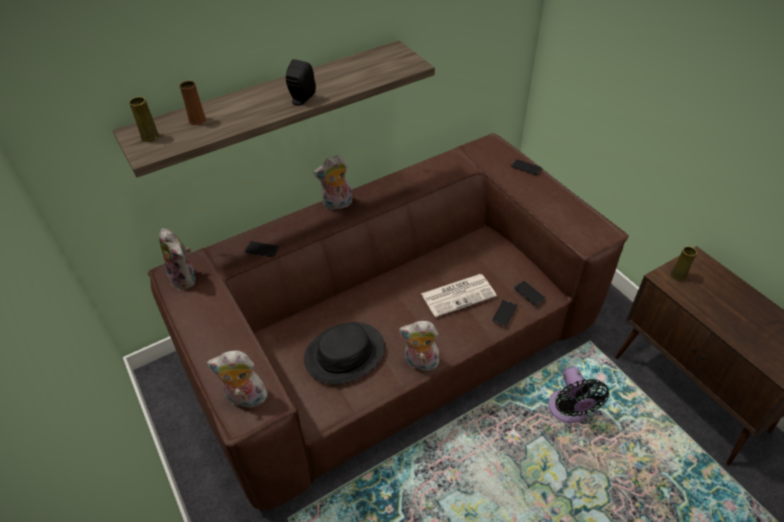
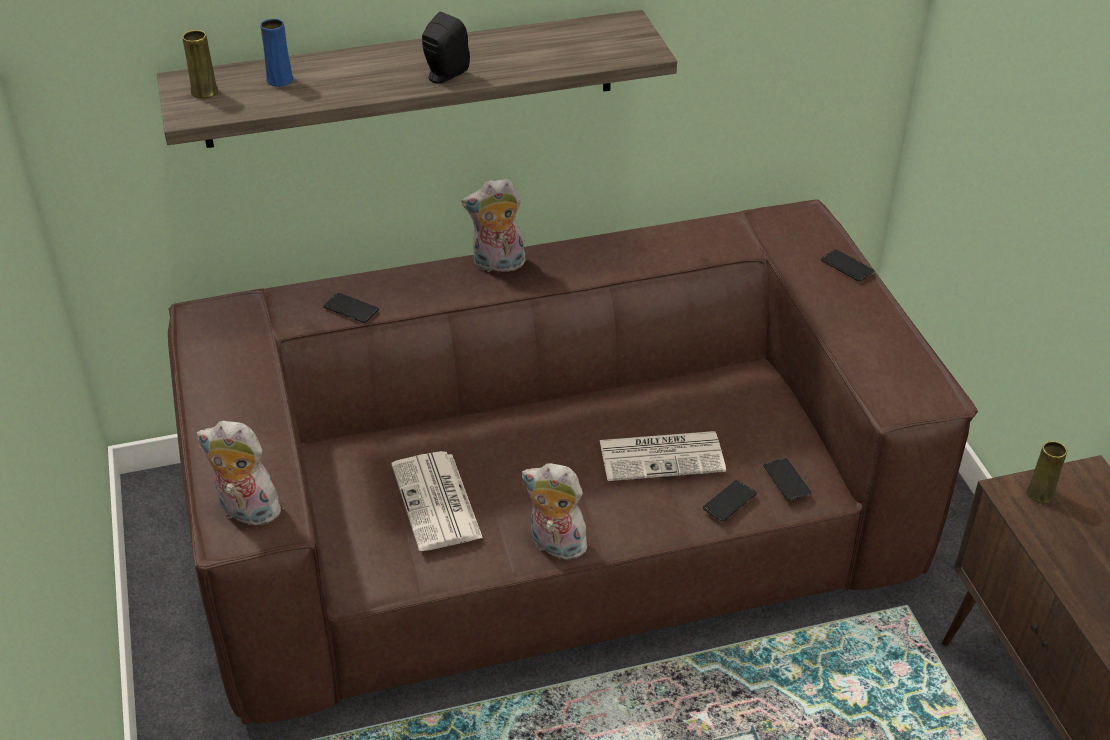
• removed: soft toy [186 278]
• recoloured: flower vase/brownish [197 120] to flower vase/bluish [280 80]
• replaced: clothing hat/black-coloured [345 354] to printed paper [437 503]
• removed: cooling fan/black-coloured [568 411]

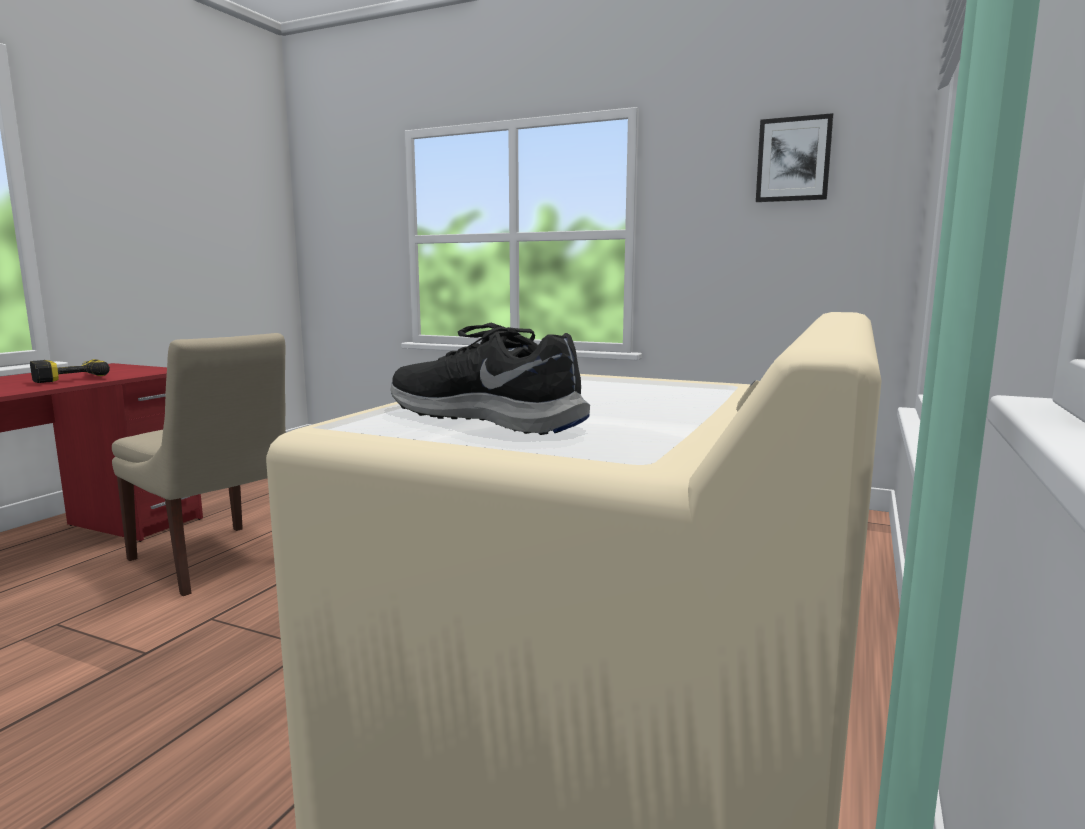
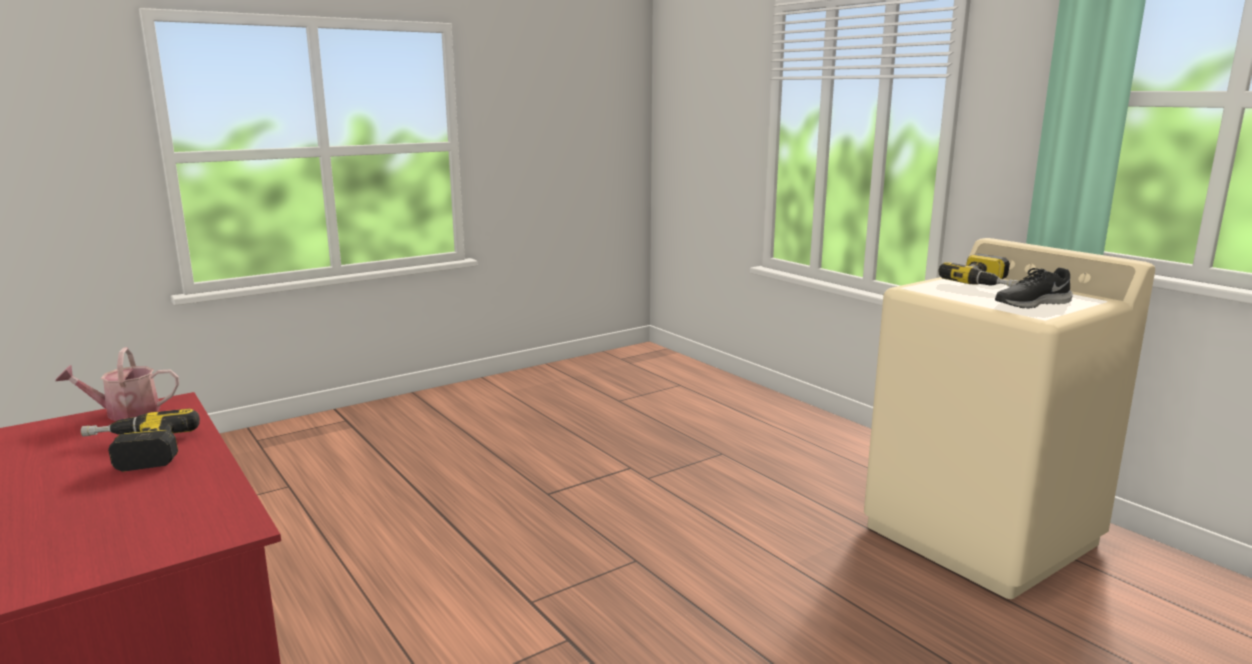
• removed: plain chair/beige [217 560]
• removed: picture [793 159]
• added: watering can [125 413]
• added: power drill [988 284]

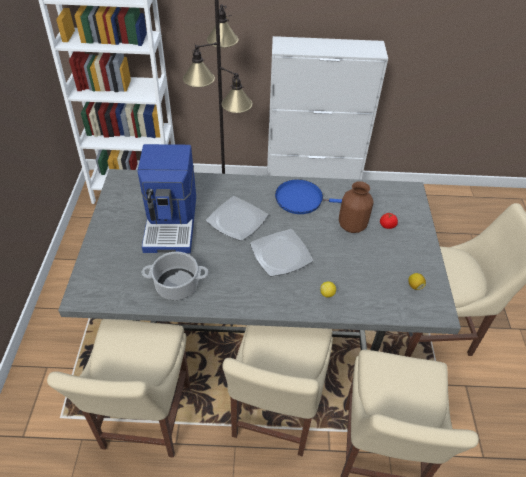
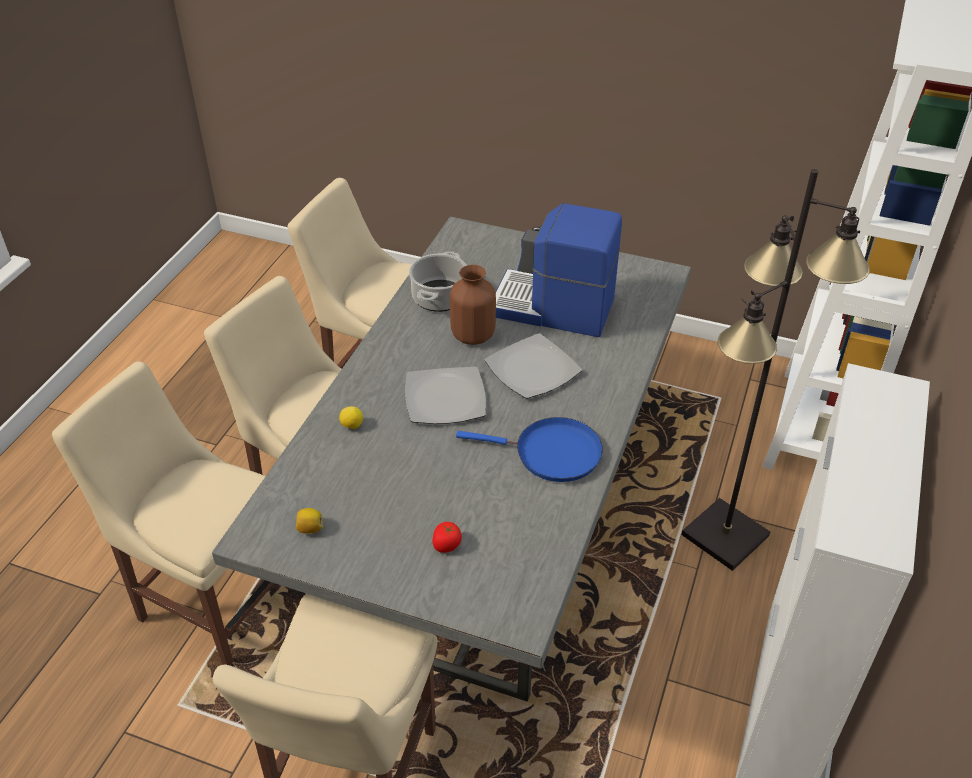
• turned: skillet/bluish [302 199] = [552 453] 75 degrees clockwise
• moved: flower vase/brownish [352 225] to [474 336]

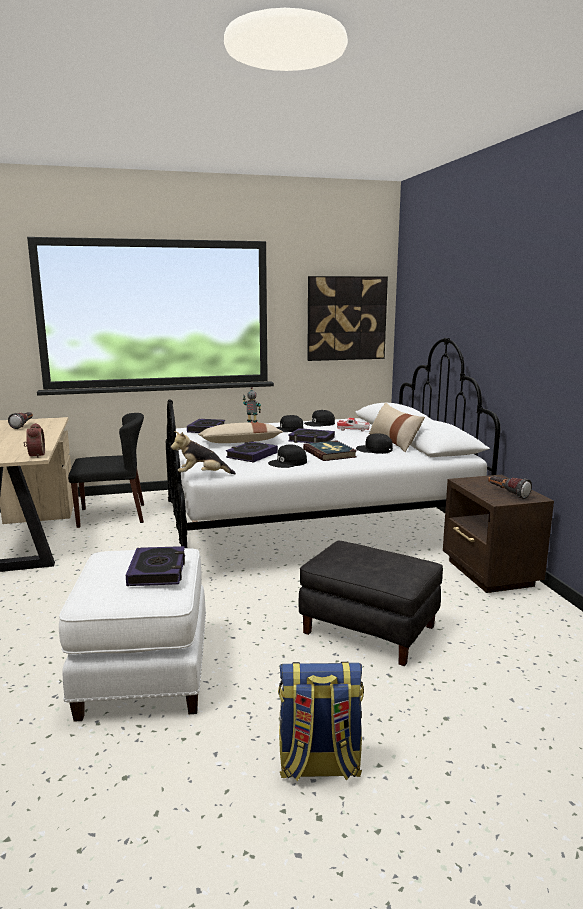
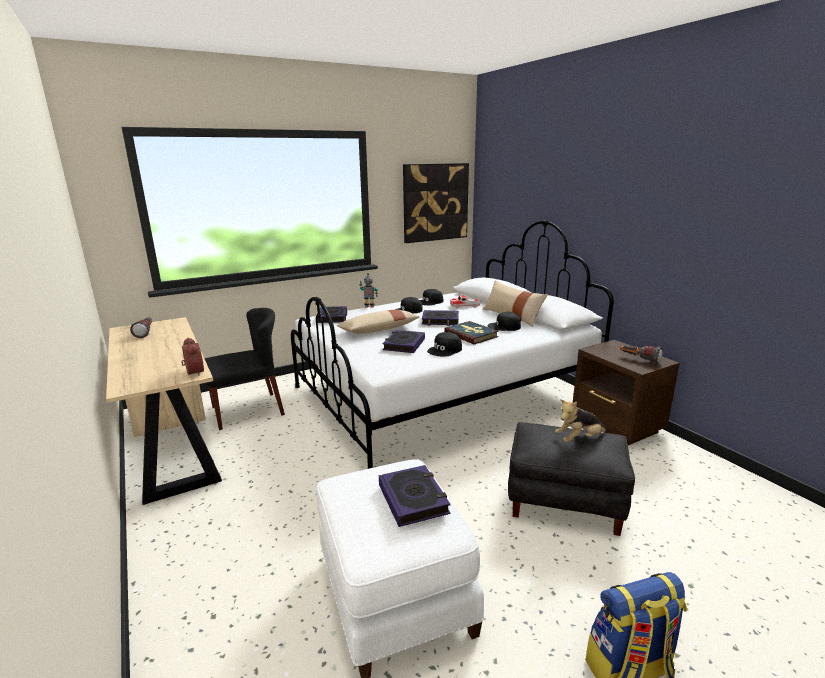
• moved: soft toy [202 475] to [579 439]

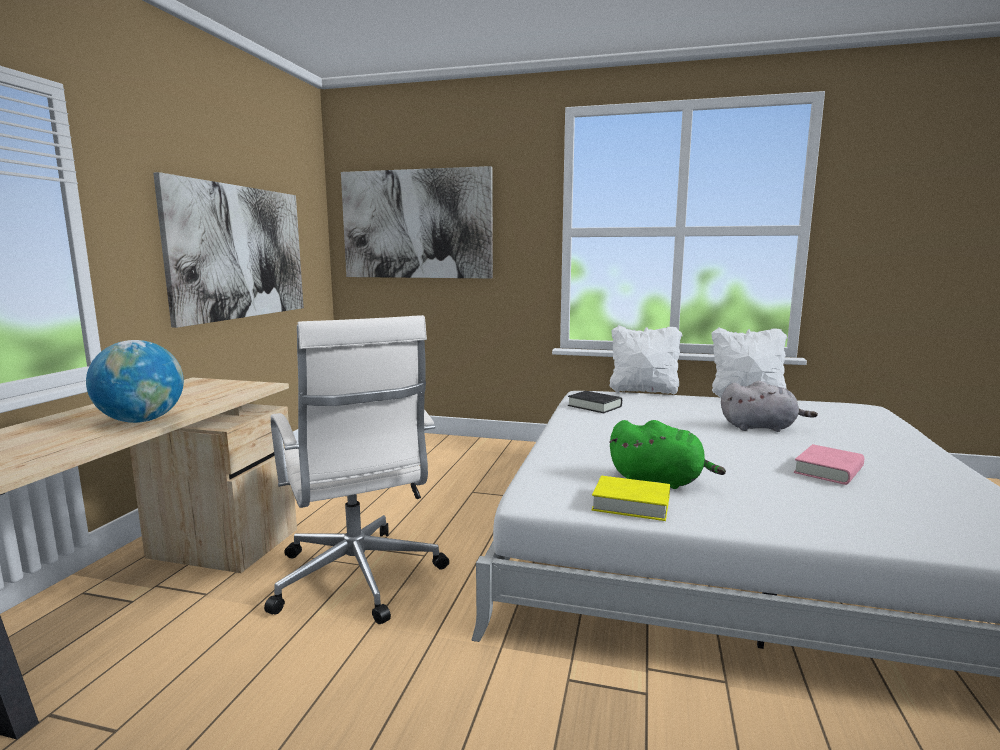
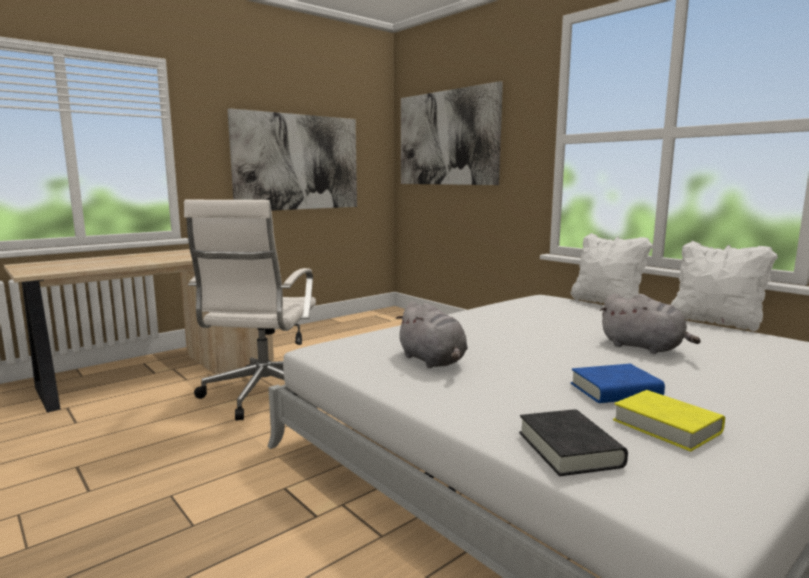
• removed: globe [141 420]
• moved: volume/black-coloured [594 406] to [569 449]
• moved: volume/yellow-coloured [631 504] to [666 426]
• recoloured: soft toy/green [660 480] to soft toy/grey [433 361]
• recoloured: volume/pink [828 470] to volume/bluish [615 390]

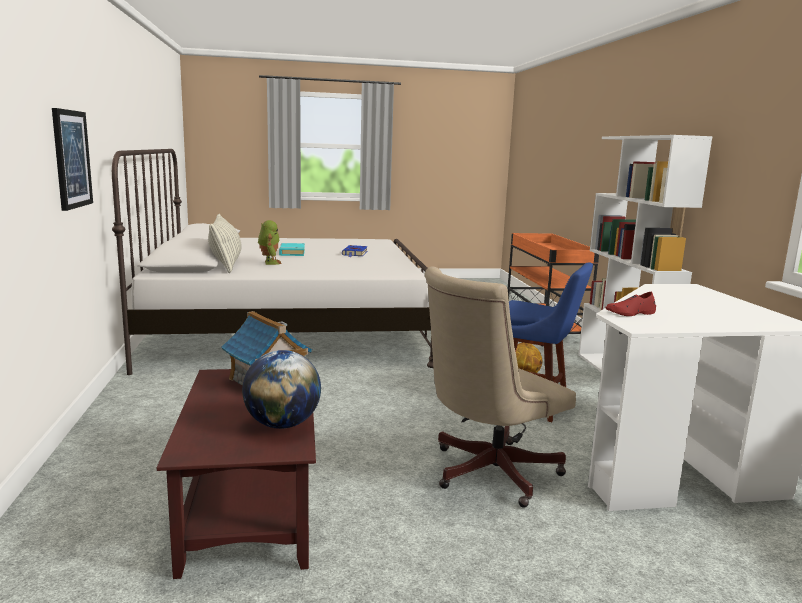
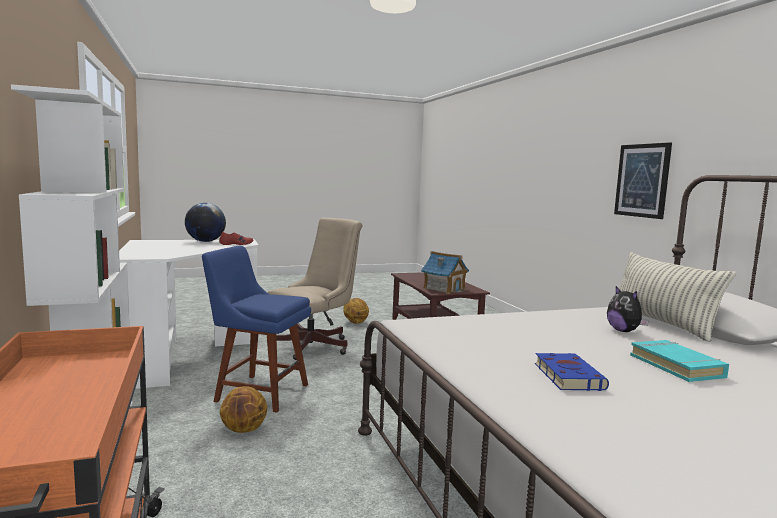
• moved: globe [282 424] to [205 241]
• replaced: model robot [269 263] to soft toy [624 331]
• added: basketball ball [355 322]

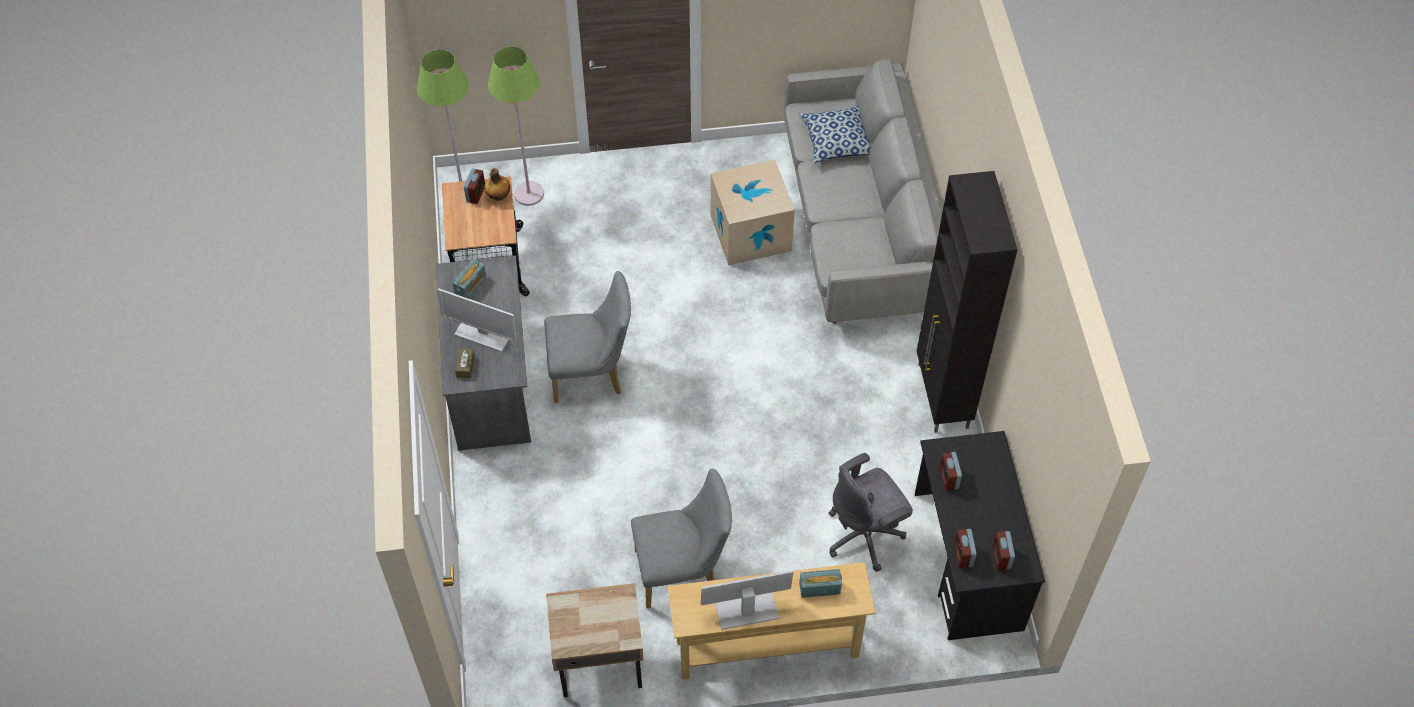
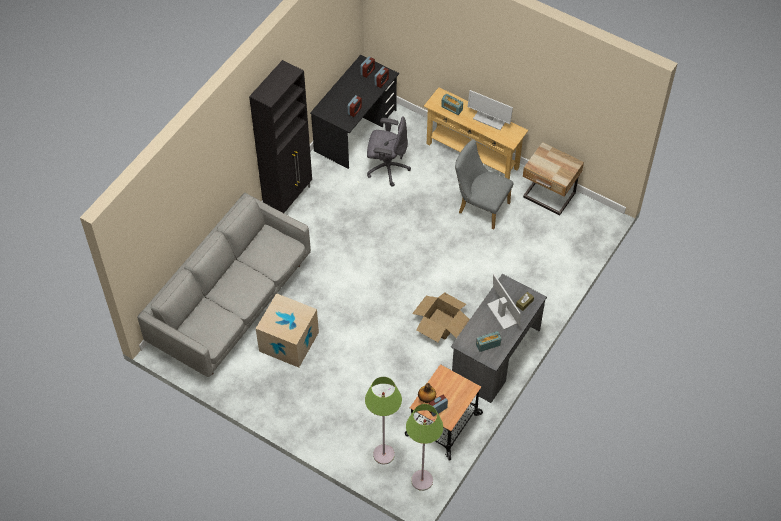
• replaced: plain chair/grey [592 373] to cardboard box [441 323]
• removed: pillow [838 142]

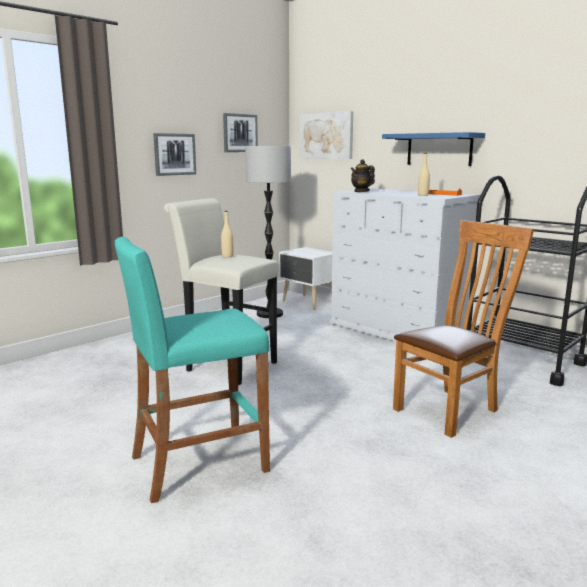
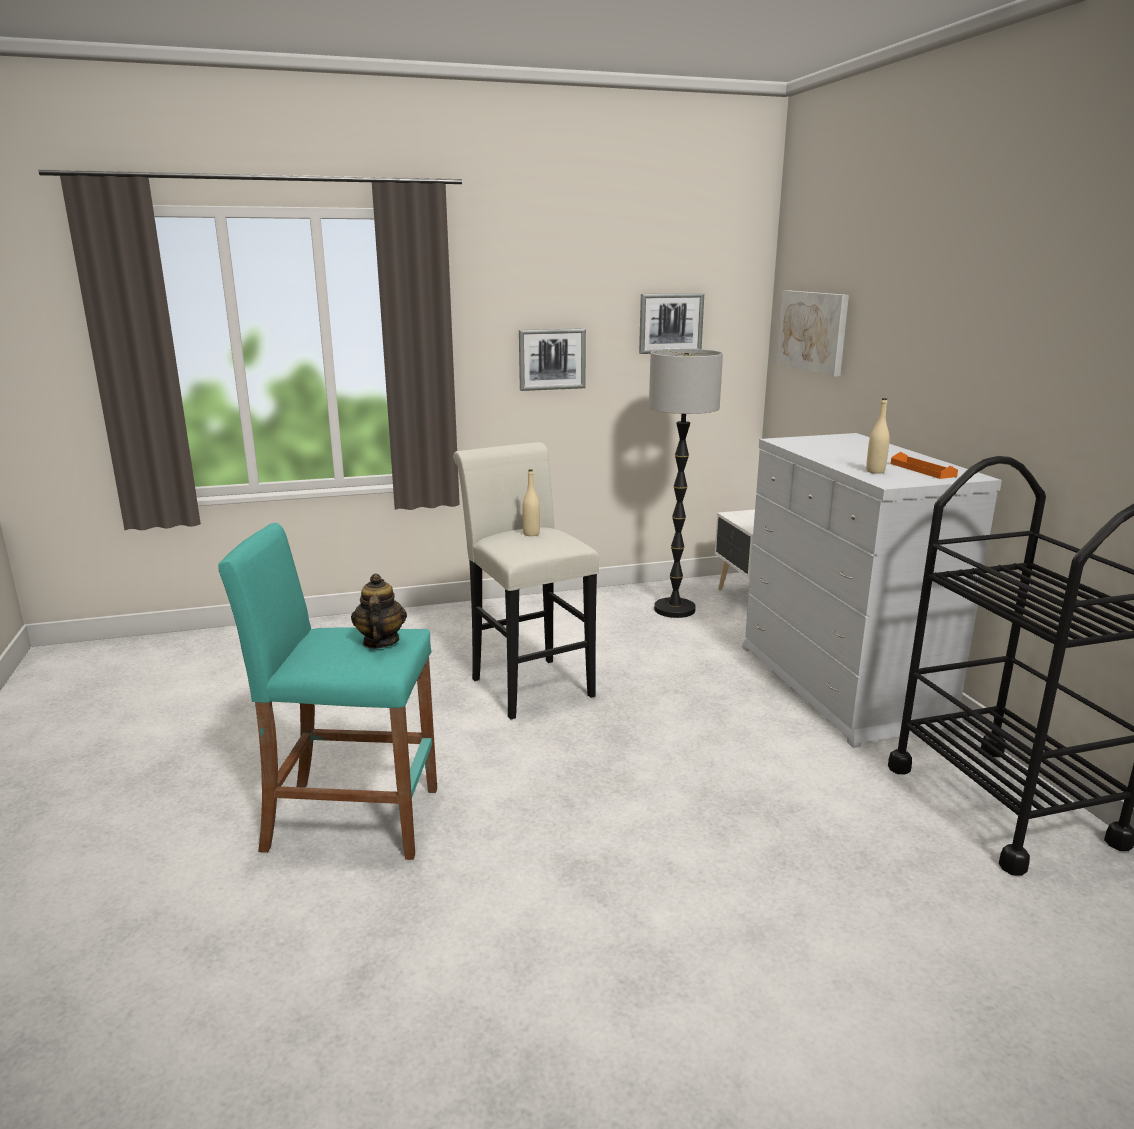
• moved: pot for tea [361 191] to [380 642]
• removed: bracket shelf/bluish [439 149]
• removed: plain chair/brownish [451 409]

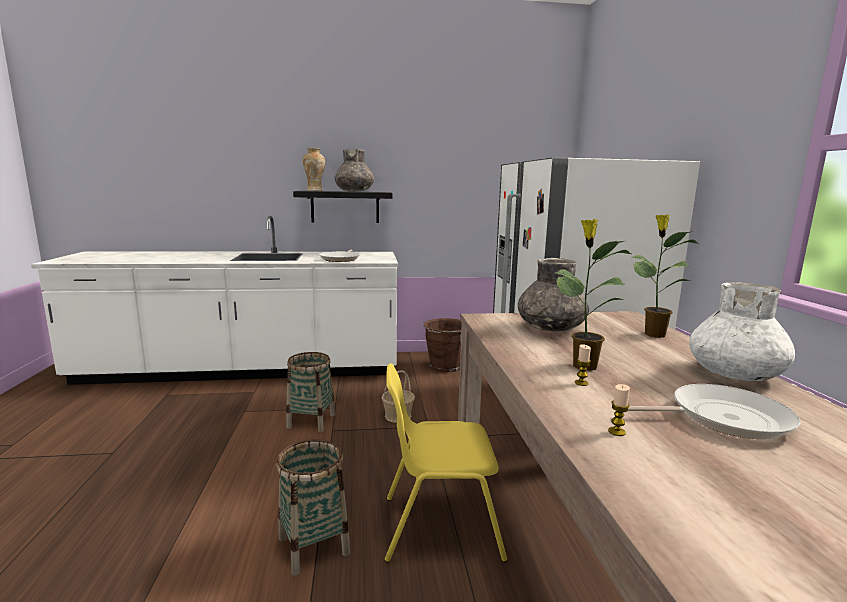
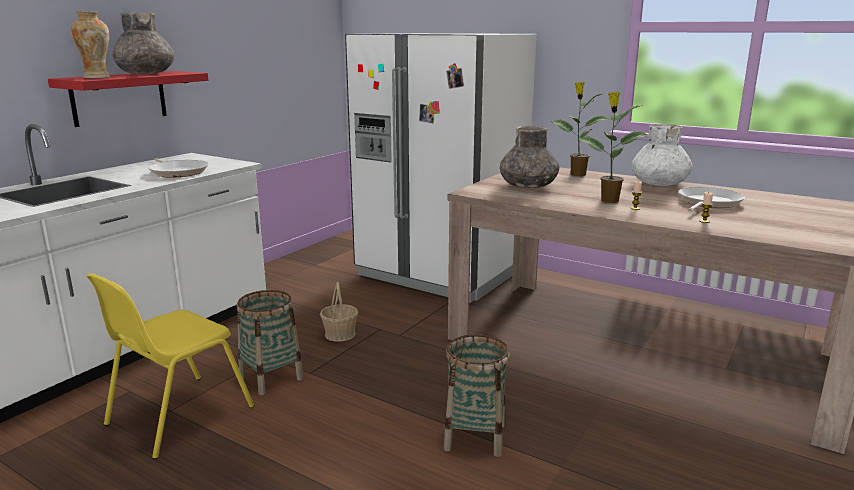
• recoloured: bracket shelf/black-coloured [345 207] to bracket shelf/red [119 98]
• moved: plain chair/yellow-coloured [439 526] to [177 416]
• removed: pail/brownish [444 367]

